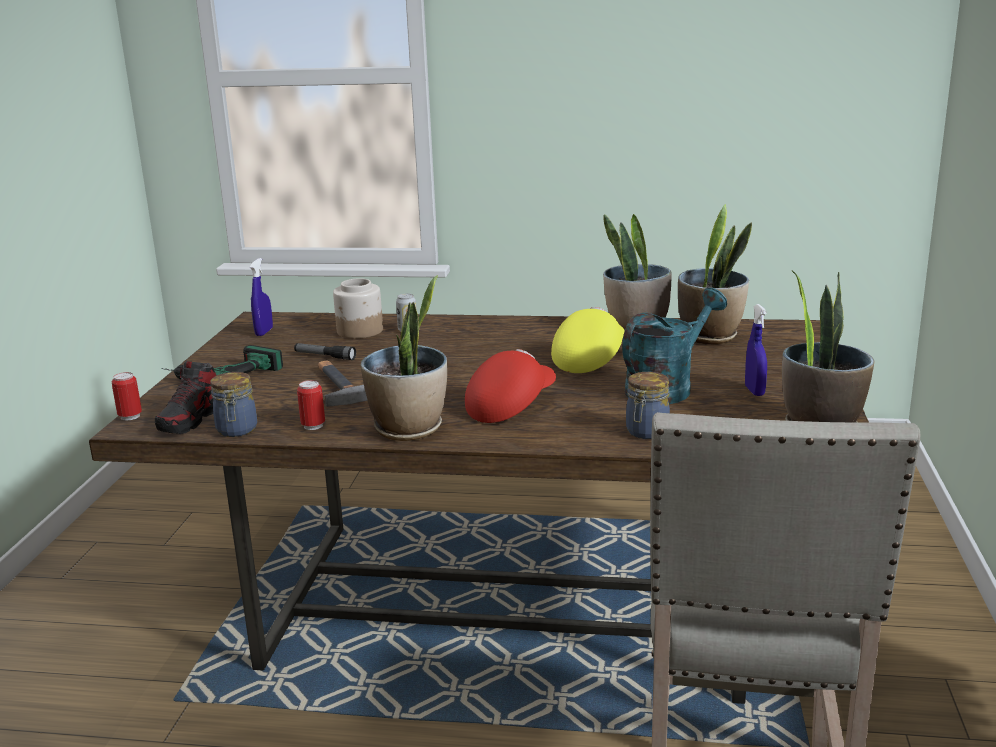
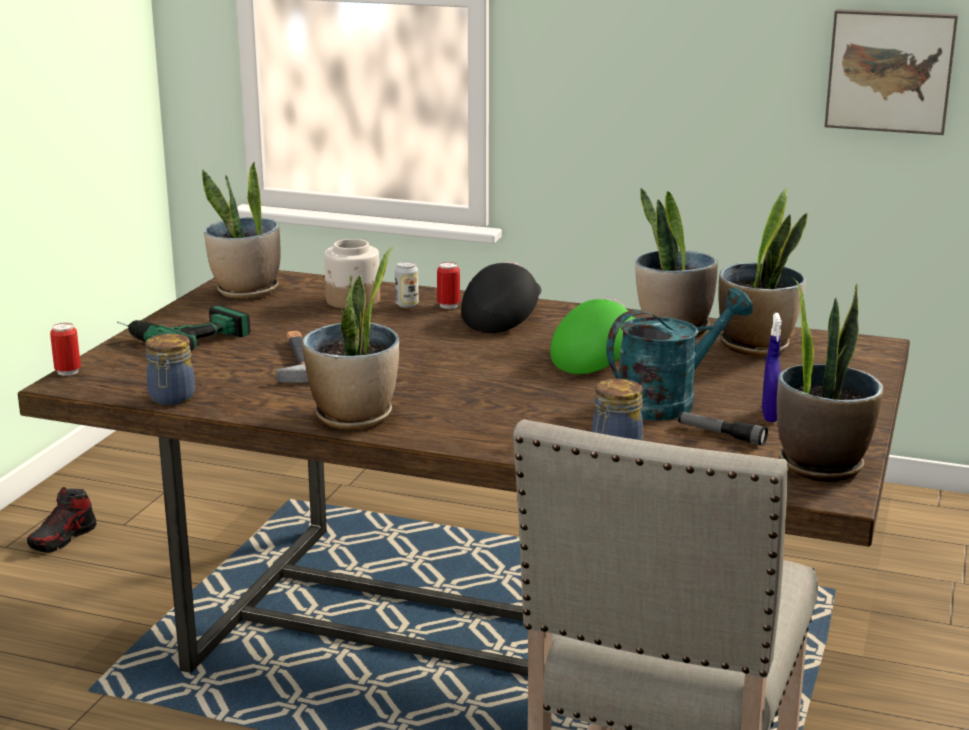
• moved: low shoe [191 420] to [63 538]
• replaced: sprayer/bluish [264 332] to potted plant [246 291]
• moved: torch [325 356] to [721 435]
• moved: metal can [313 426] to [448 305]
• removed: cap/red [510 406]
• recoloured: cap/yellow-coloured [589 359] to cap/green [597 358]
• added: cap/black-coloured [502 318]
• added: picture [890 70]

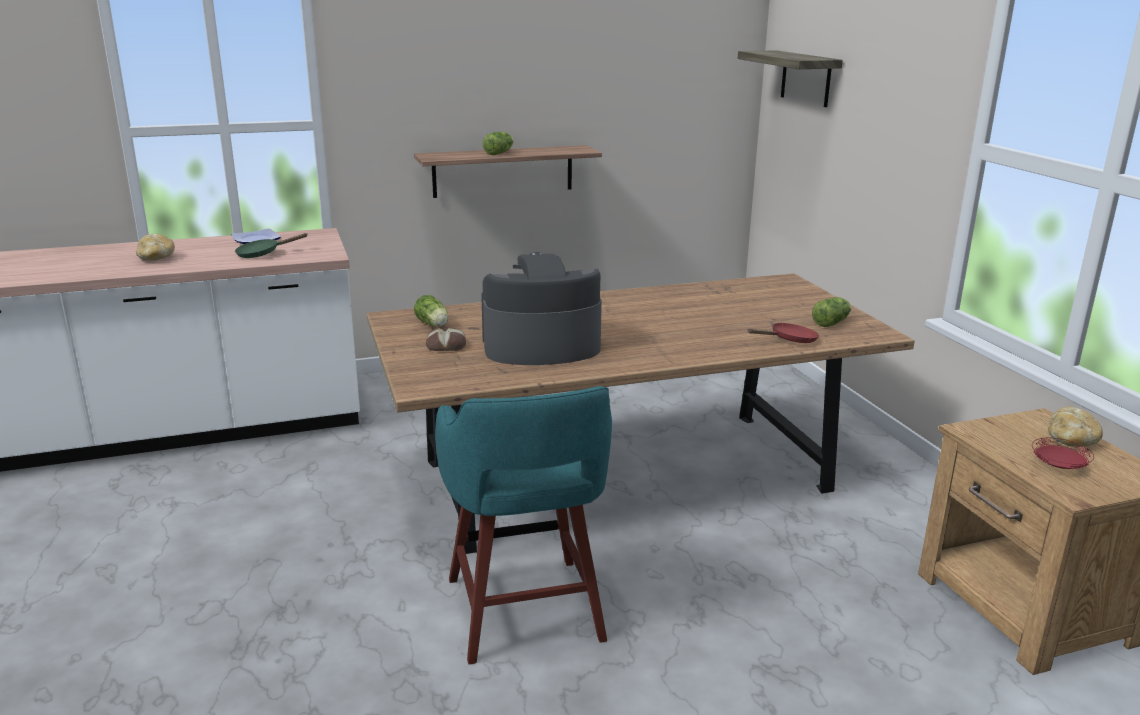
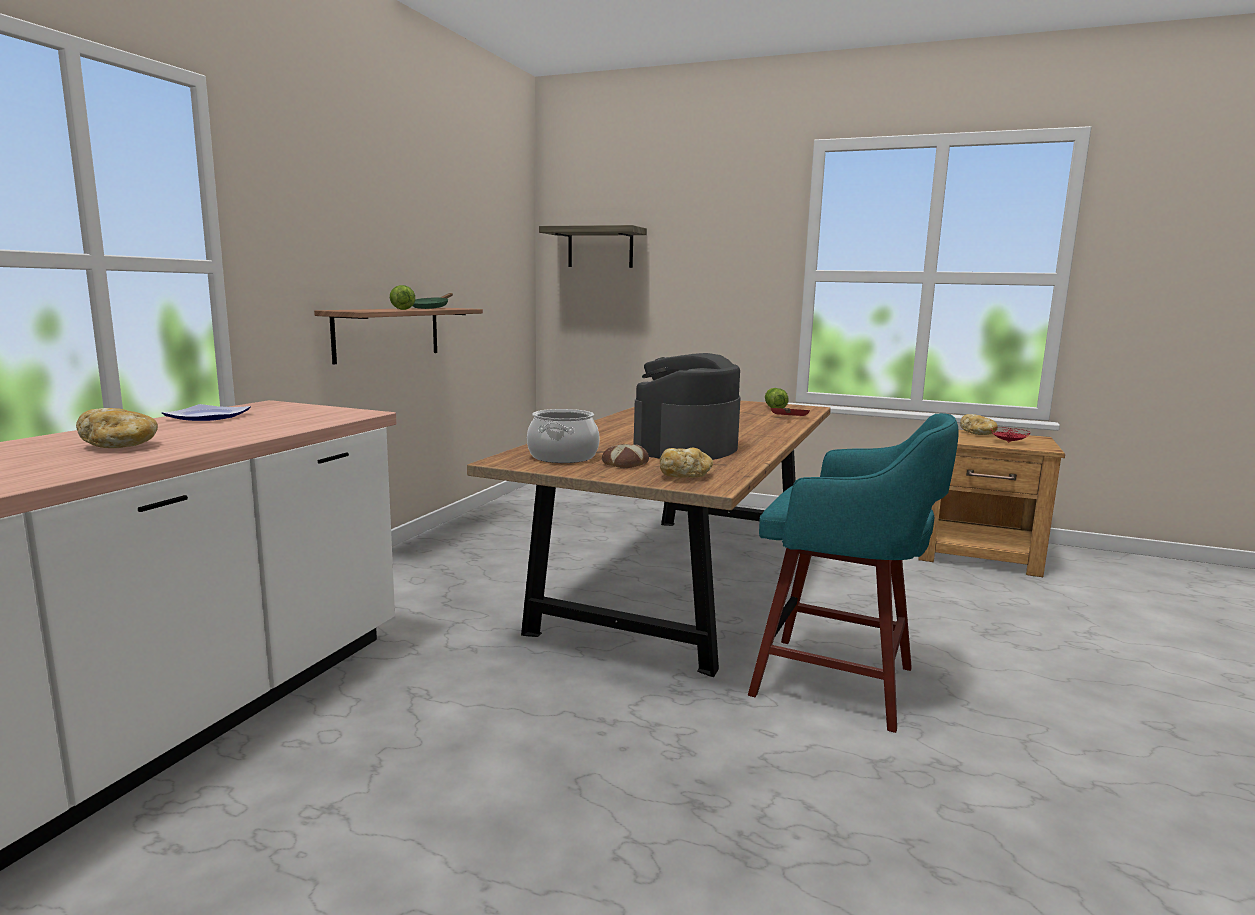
• moved: skillet/green [262 254] to [431 308]
• replaced: head of lettuce [433 325] to stockpot [562 457]
• added: bakery bread [684 476]

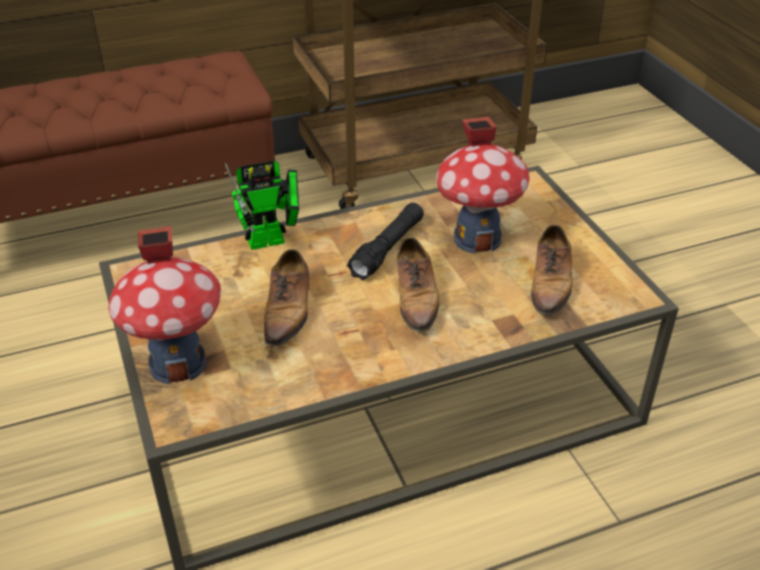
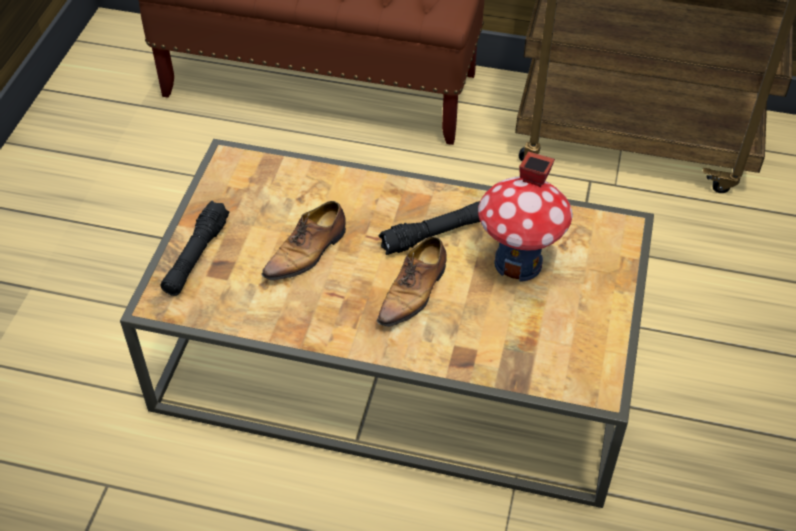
• replaced: toy house [178 364] to torch/black-coloured [196 256]
• removed: model robot [272 240]
• removed: low shoe [550 283]

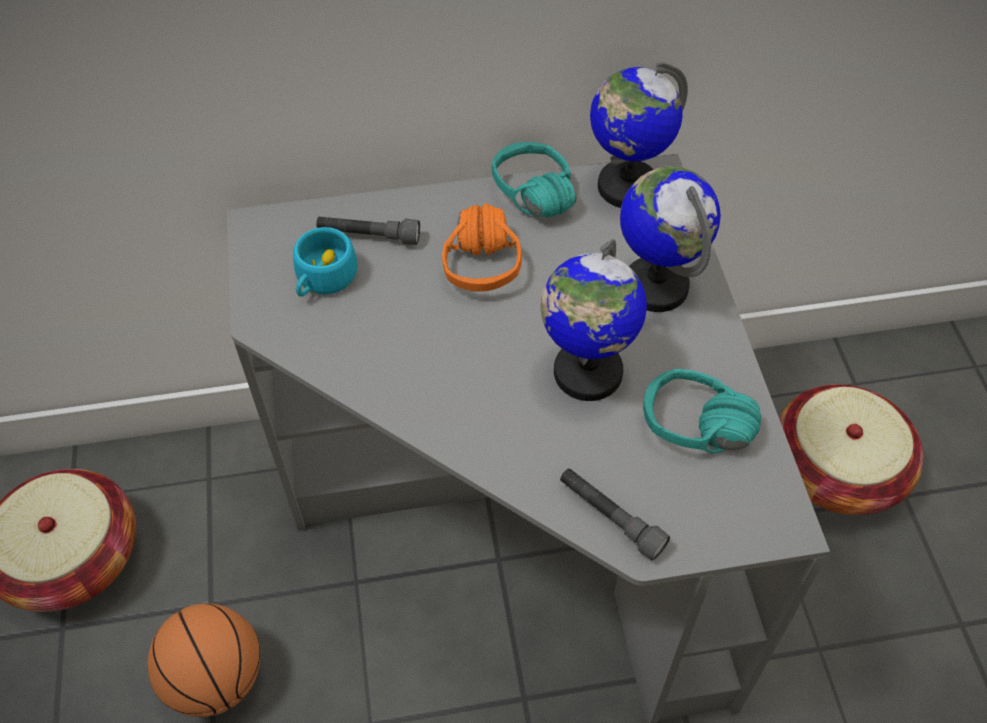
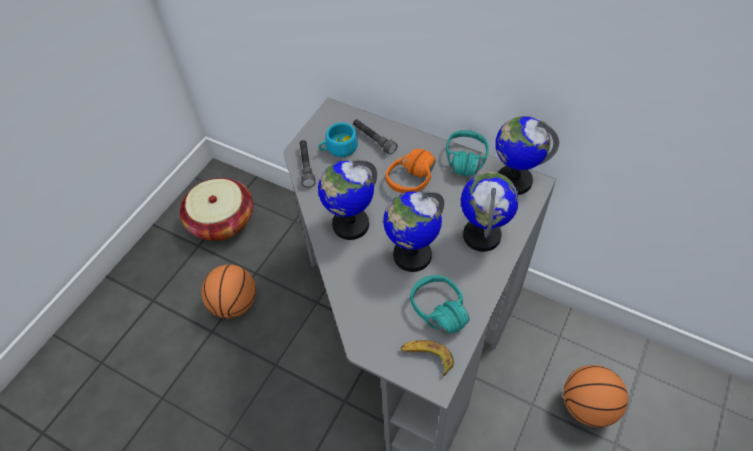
• moved: torch/grey [610 517] to [306 166]
• replaced: storage basket [836 470] to basketball ball [587 406]
• added: globe [350 224]
• added: banana [426 357]

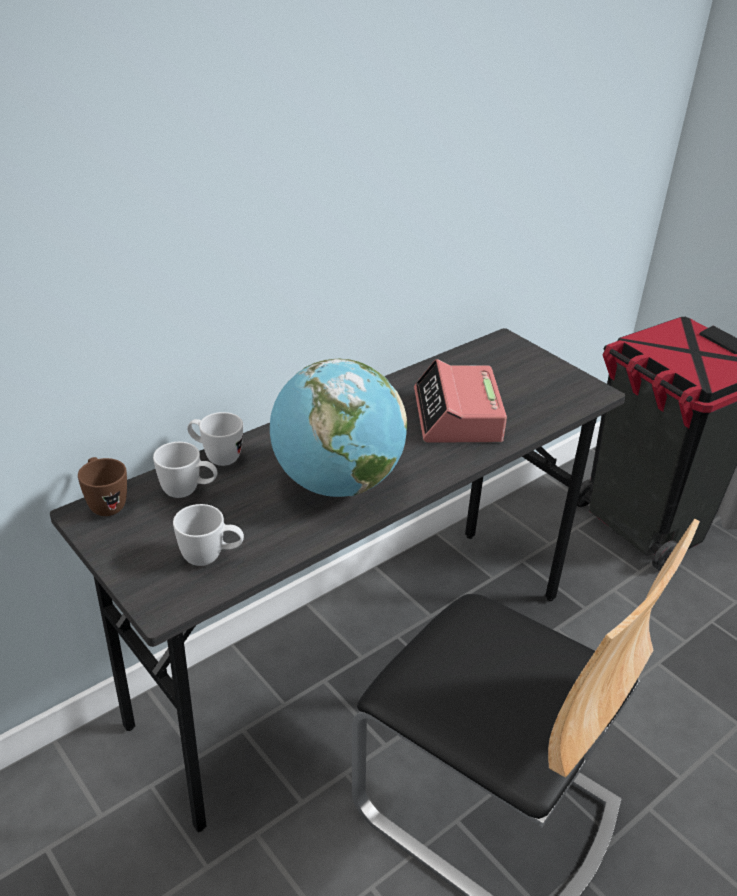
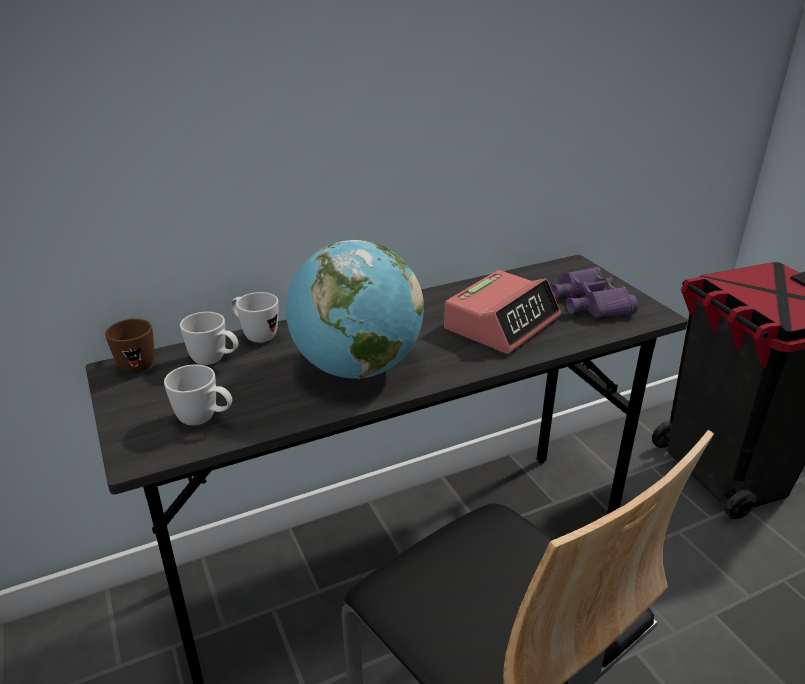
• turned: table clock [457 416] = [502 323] 150 degrees counterclockwise
• added: pair of binoculars/purplish [590 302]

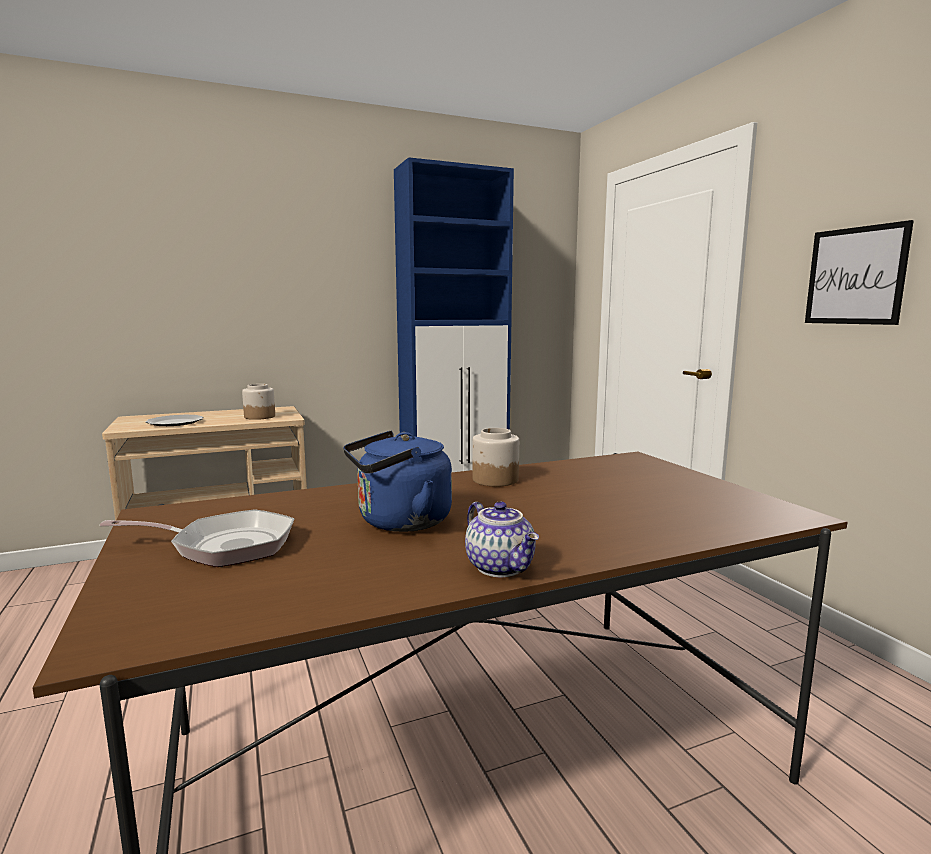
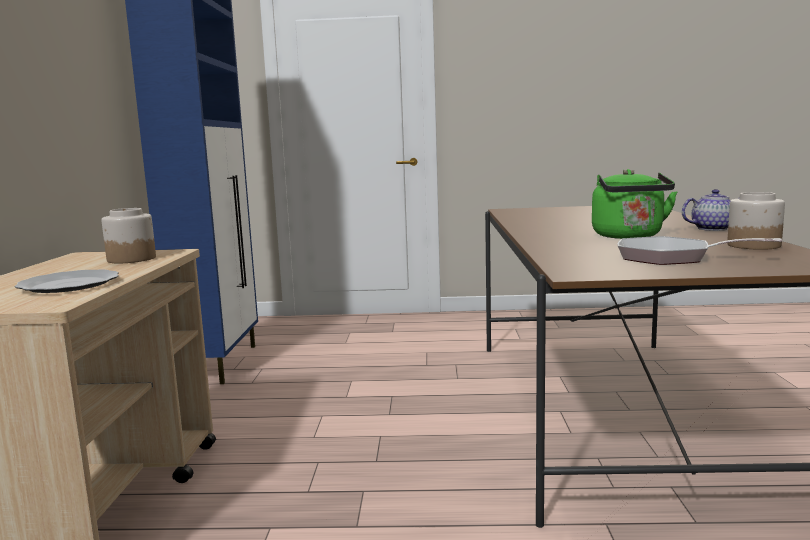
• turned: skillet [225 546] = [671 258] 90 degrees counterclockwise
• recoloured: kettle/bluish [399 522] to kettle/green [629 236]
• moved: preserve jar [495 479] to [753 245]
• removed: picture [855 276]

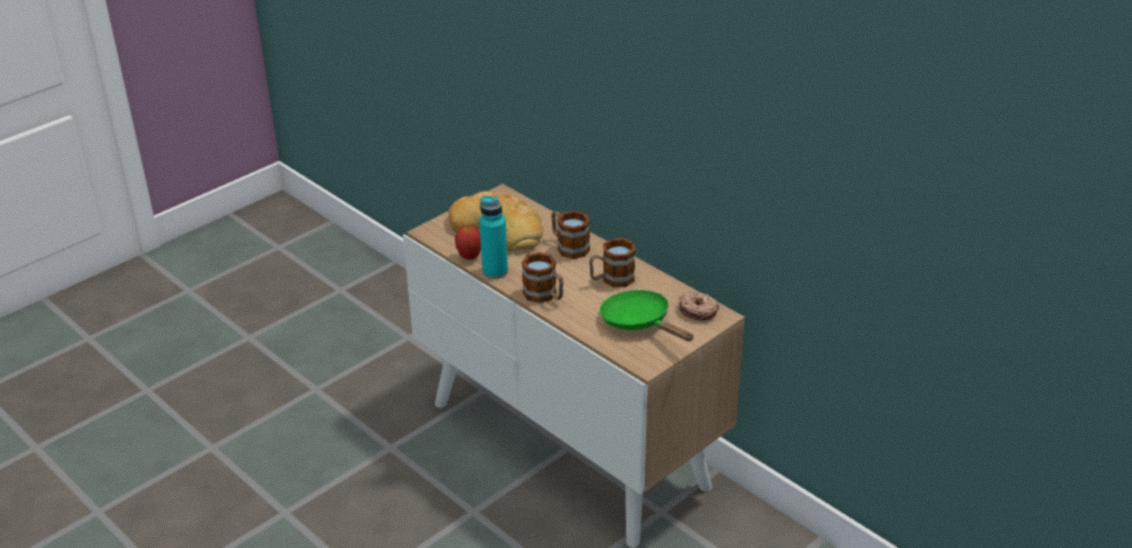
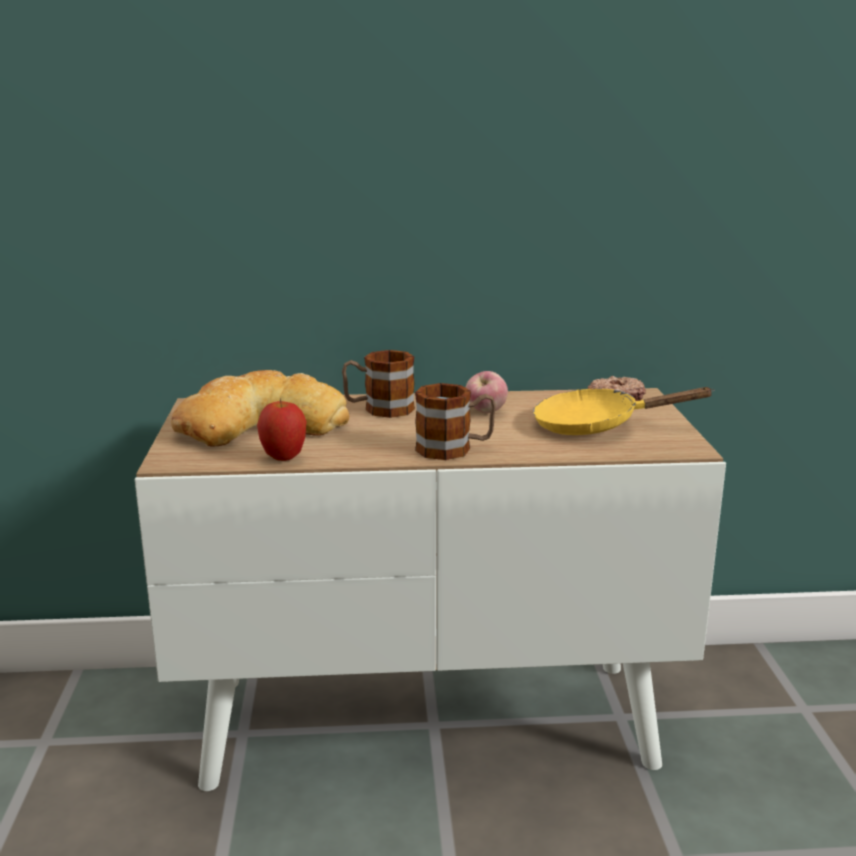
• removed: drink bottle/turquoise-coloured [495 271]
• replaced: coffee mug [611 279] to apple [486 412]
• recoloured: skillet/green [640 322] to skillet/yellow-coloured [596 426]

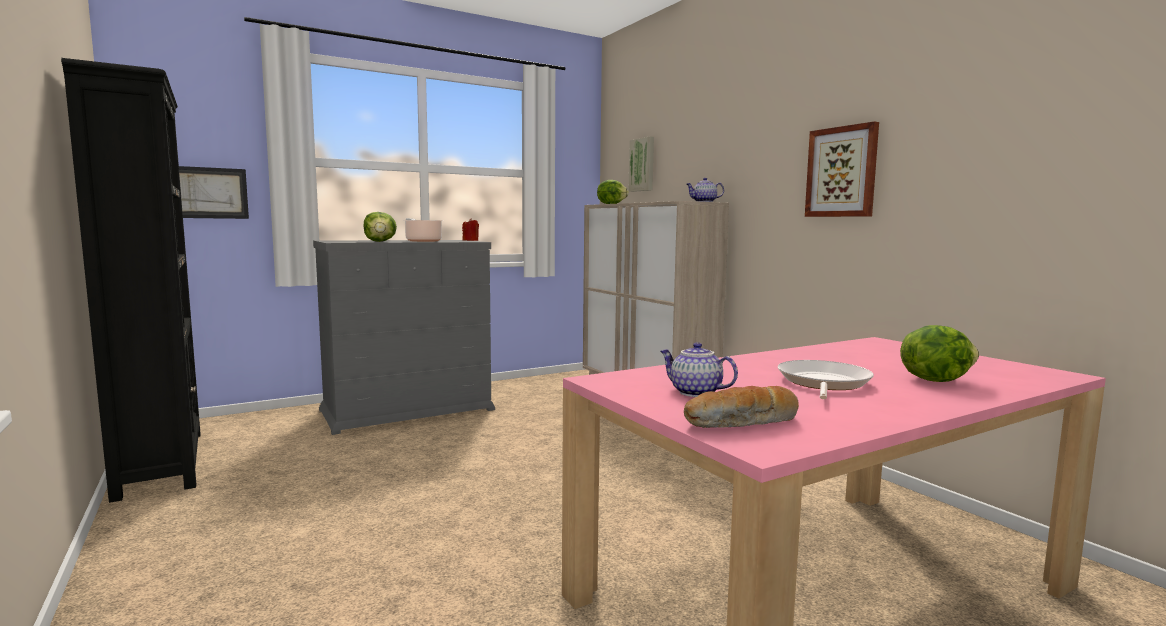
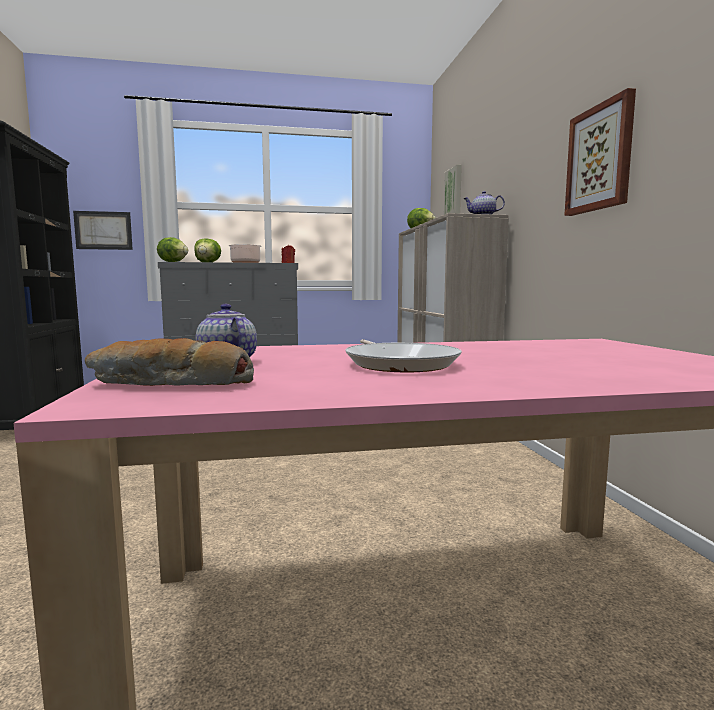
• turned: skillet [822 383] = [399 363] 120 degrees clockwise
• moved: head of lettuce [934 380] to [173 262]

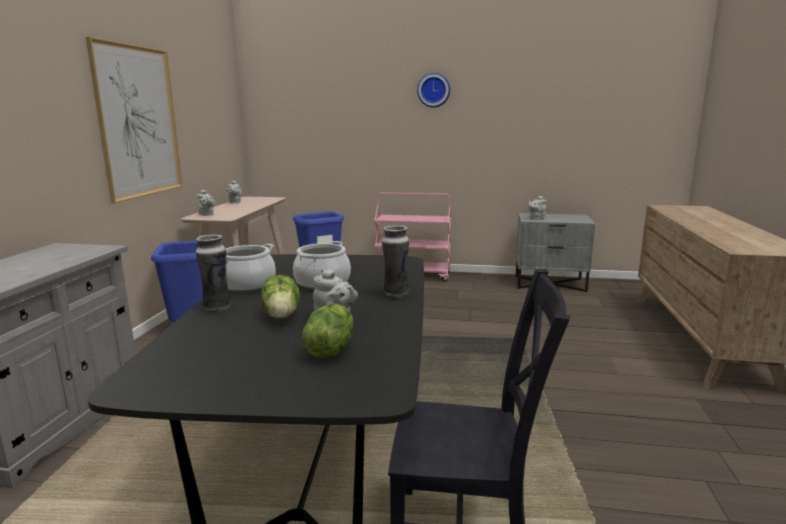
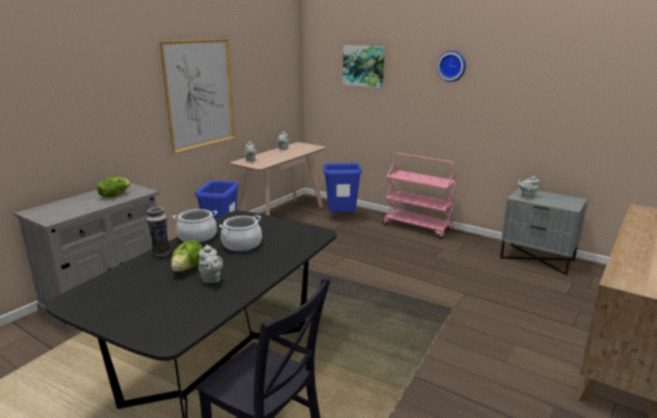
• moved: head of lettuce [329 349] to [114 195]
• removed: flower vase [395 294]
• added: picture [363 66]

